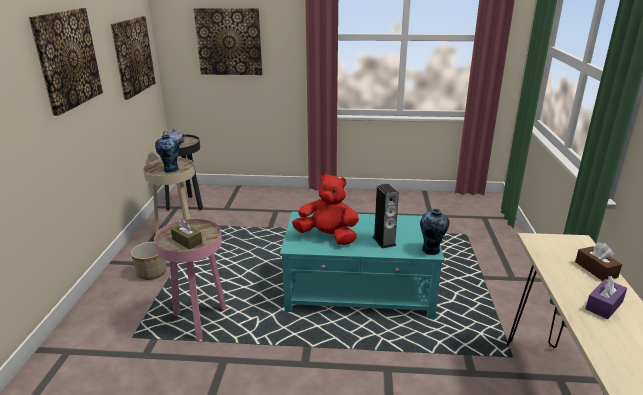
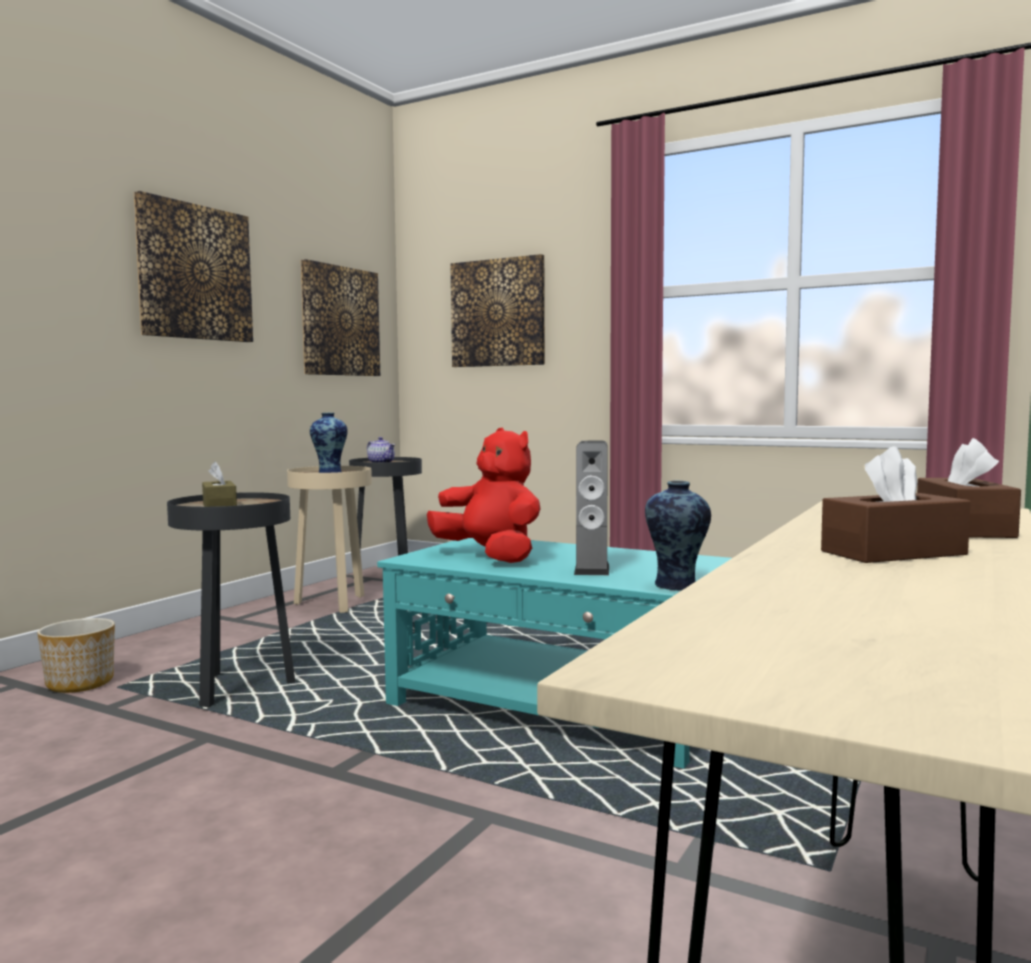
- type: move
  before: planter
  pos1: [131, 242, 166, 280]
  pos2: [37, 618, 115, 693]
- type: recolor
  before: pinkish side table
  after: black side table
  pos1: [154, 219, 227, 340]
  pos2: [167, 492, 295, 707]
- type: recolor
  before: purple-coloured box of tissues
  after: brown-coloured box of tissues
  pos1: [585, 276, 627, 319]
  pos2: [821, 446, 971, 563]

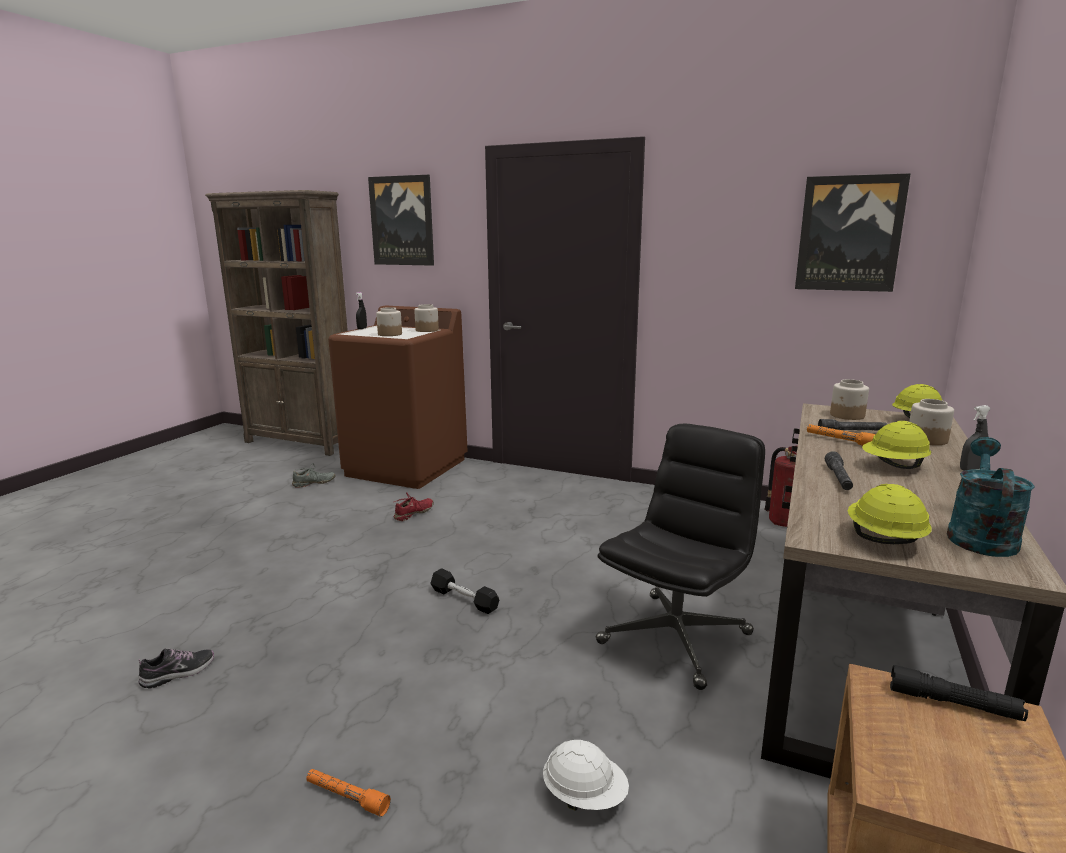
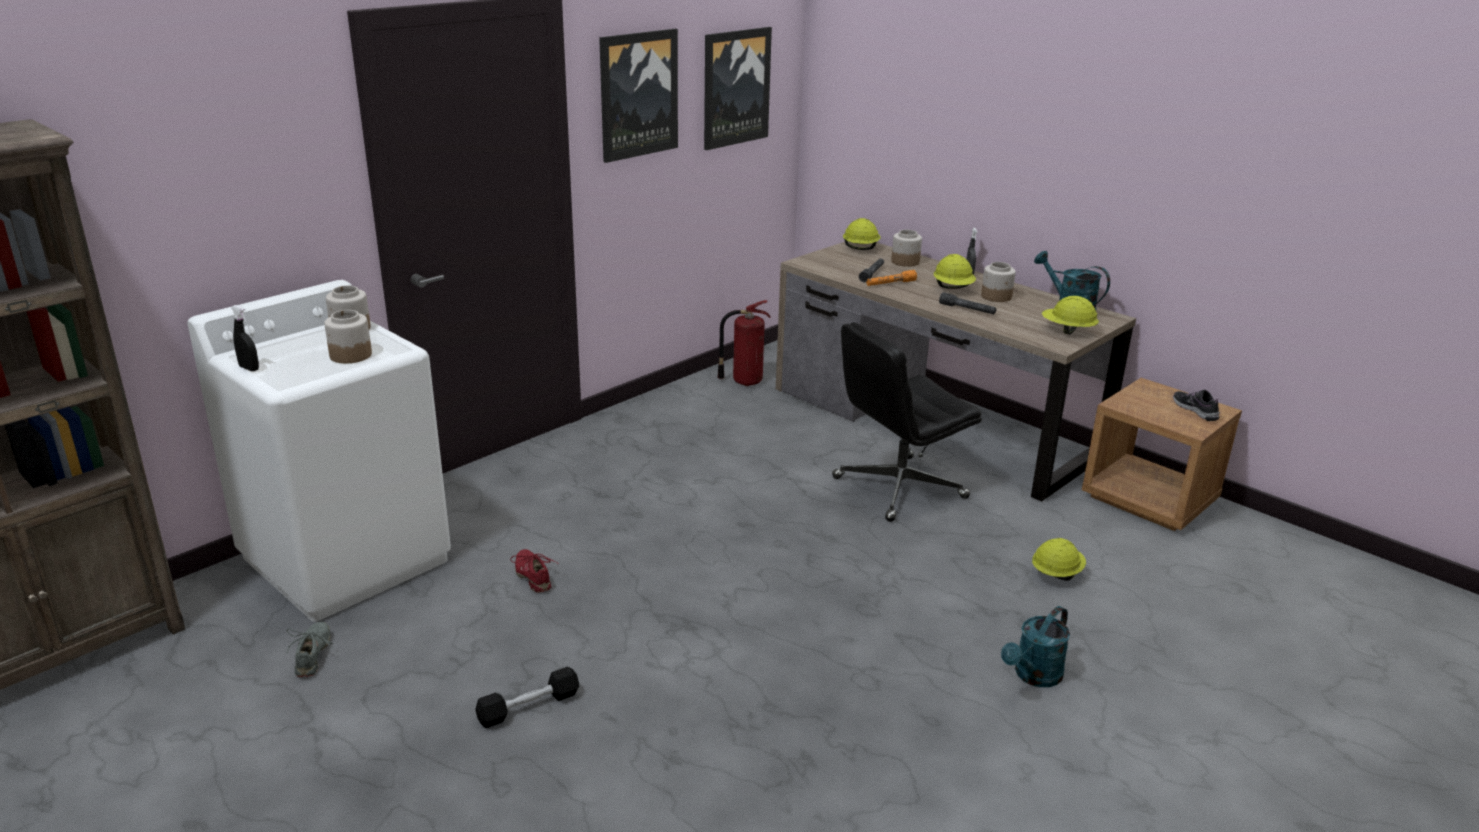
- type: delete
  before: black torch
  pos1: [890, 665, 1028, 721]
- type: move
  before: shoe
  pos1: [138, 648, 214, 688]
  pos2: [1173, 390, 1220, 421]
- type: move
  before: picture
  pos1: [368, 175, 434, 266]
  pos2: [599, 29, 678, 163]
- type: move
  before: black dumbbell
  pos1: [430, 568, 499, 614]
  pos2: [475, 667, 579, 728]
- type: move
  before: storage jar
  pos1: [830, 379, 869, 420]
  pos2: [981, 262, 1016, 302]
- type: replace
  before: orange-coloured torch
  after: blue-green sprinkling can
  pos1: [306, 769, 391, 817]
  pos2: [1001, 606, 1070, 687]
- type: recolor
  before: brown-coloured washing machine
  after: white-coloured washing machine
  pos1: [328, 305, 468, 489]
  pos2: [187, 280, 451, 622]
- type: recolor
  before: white-coloured safety helmet
  after: yellow-coloured safety helmet
  pos1: [543, 740, 629, 811]
  pos2: [1032, 538, 1086, 581]
- type: rotate
  before: black desk chair
  pos1: [596, 424, 765, 690]
  pos2: [832, 322, 982, 522]
  turn: -90

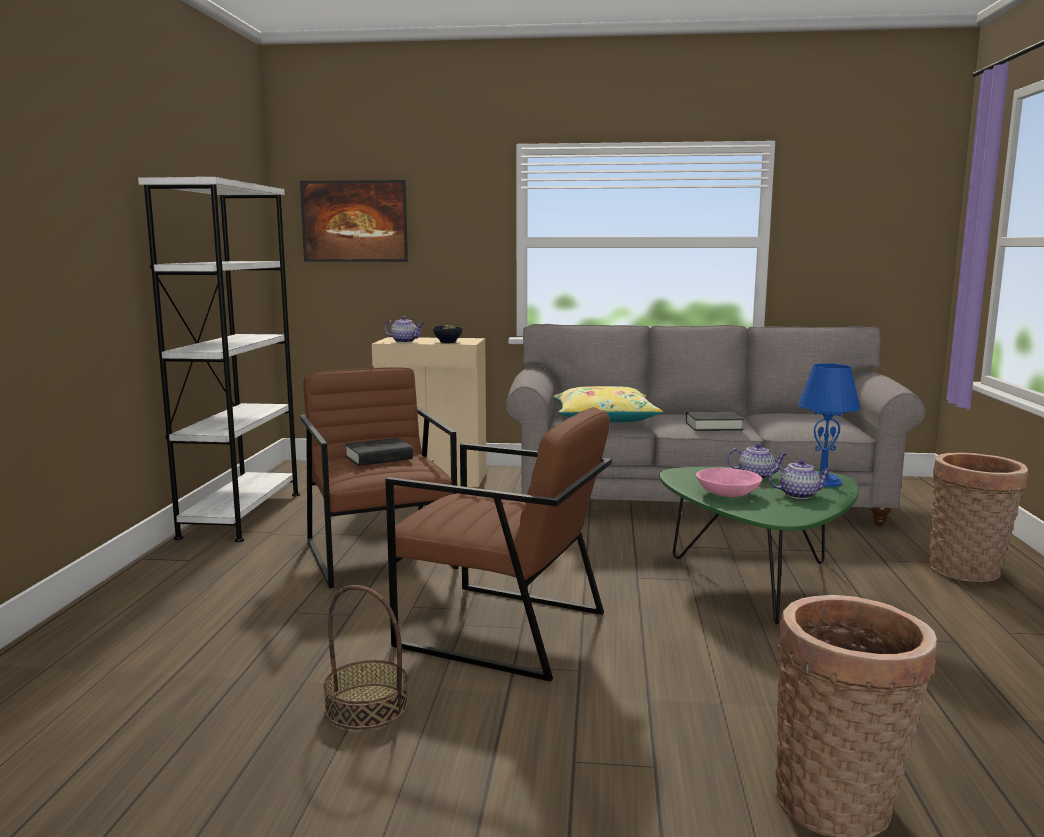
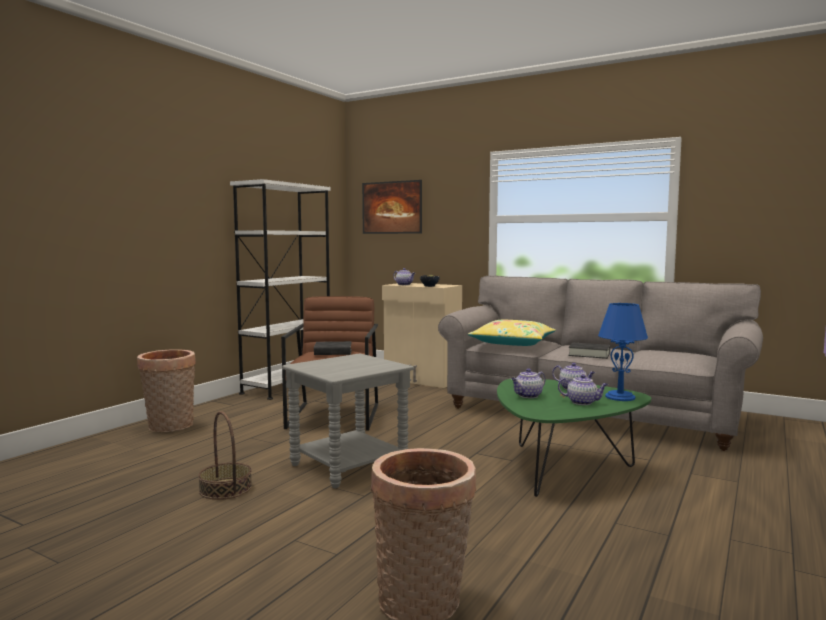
- type: move
  before: basket
  pos1: [929, 453, 1028, 582]
  pos2: [137, 349, 196, 432]
- type: replace
  before: brown-coloured easy chair
  after: greyish side table
  pos1: [385, 407, 612, 682]
  pos2: [282, 354, 414, 489]
- type: replace
  before: pinkish serving bowl
  after: tea pot
  pos1: [696, 468, 762, 497]
  pos2: [511, 369, 546, 398]

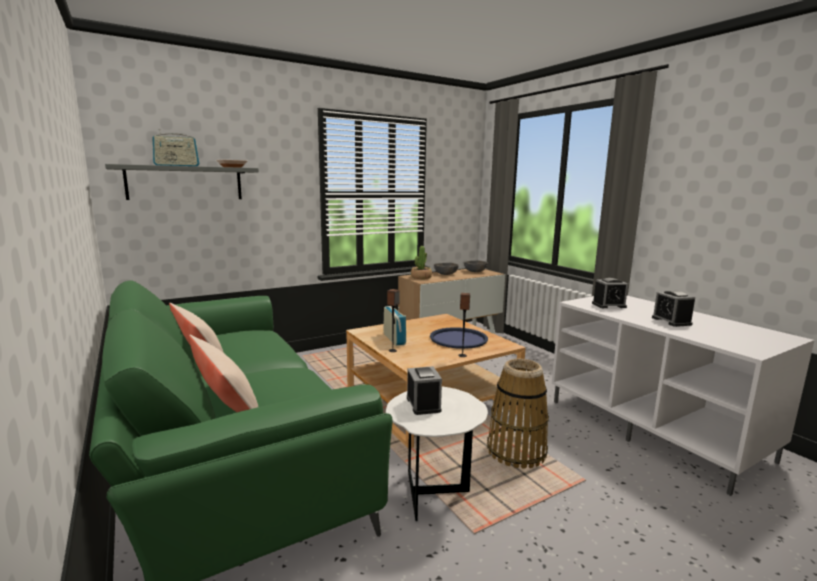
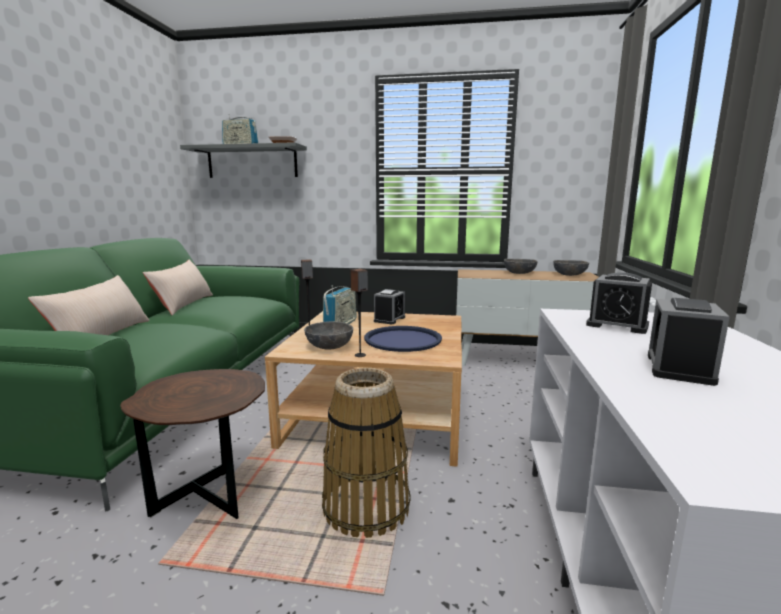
- type: delete
  before: plant in a pot
  pos1: [411, 246, 432, 279]
- type: insert
  after: greyish serving bowl
  pos2: [304, 321, 353, 350]
- type: move
  before: alarm clock
  pos1: [407, 366, 442, 415]
  pos2: [374, 289, 405, 324]
- type: recolor
  before: white-coloured side table
  after: brown-coloured side table
  pos1: [386, 386, 488, 521]
  pos2: [120, 369, 265, 519]

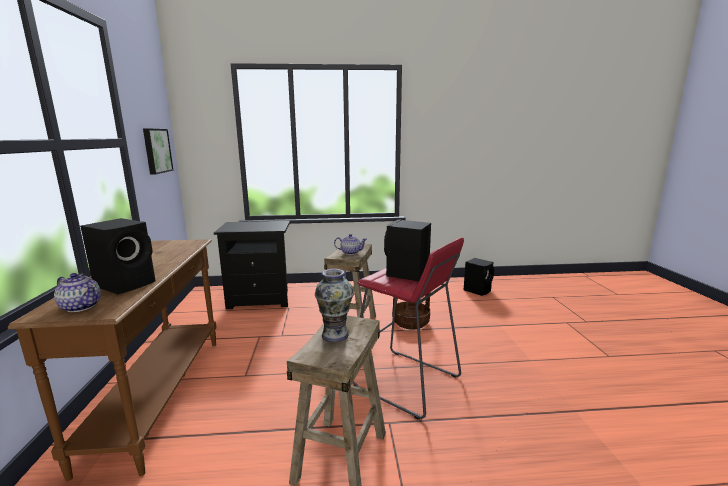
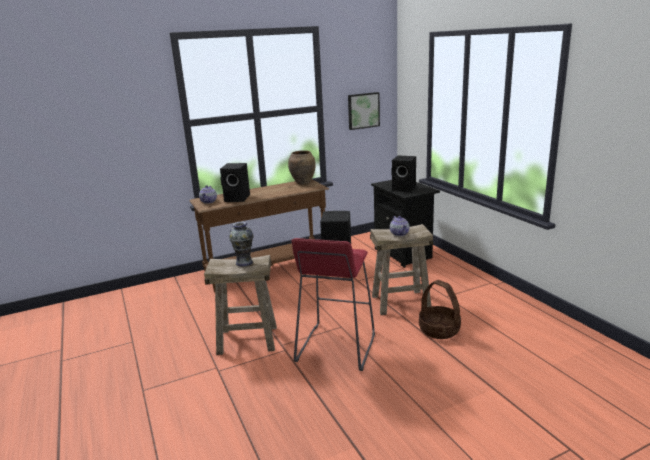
- type: insert
  after: brown-coloured flower vase
  pos2: [288, 150, 316, 184]
- type: move
  before: black loudspeaker
  pos1: [464, 258, 494, 296]
  pos2: [391, 156, 416, 192]

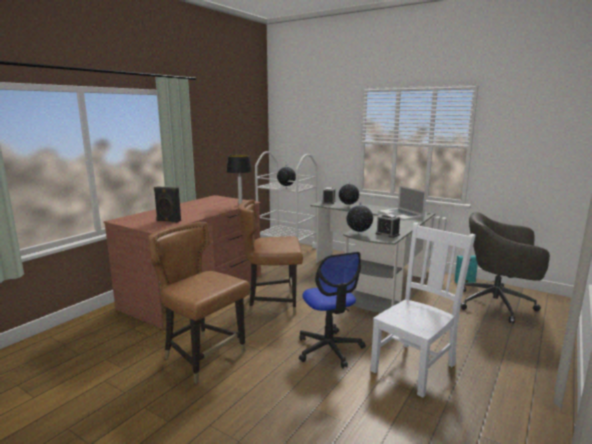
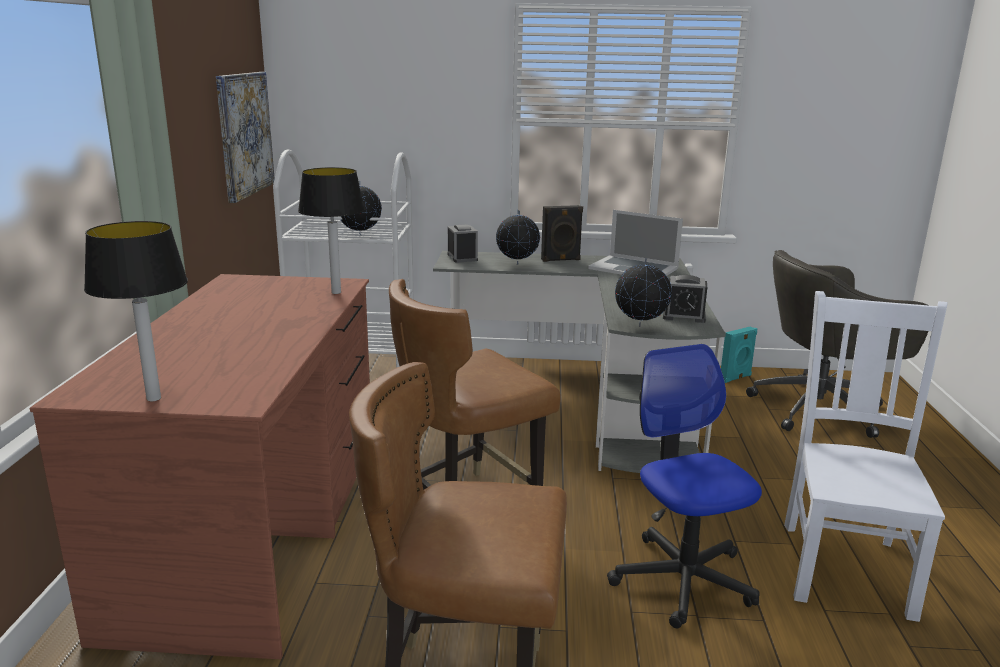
- type: insert
  after: table lamp
  pos2: [84, 221, 188, 401]
- type: insert
  after: picture
  pos2: [216, 72, 275, 203]
- type: move
  before: black loudspeaker
  pos1: [154, 186, 181, 222]
  pos2: [541, 205, 583, 262]
- type: rotate
  before: desk chair
  pos1: [299, 252, 366, 368]
  pos2: [607, 344, 762, 628]
  turn: -150

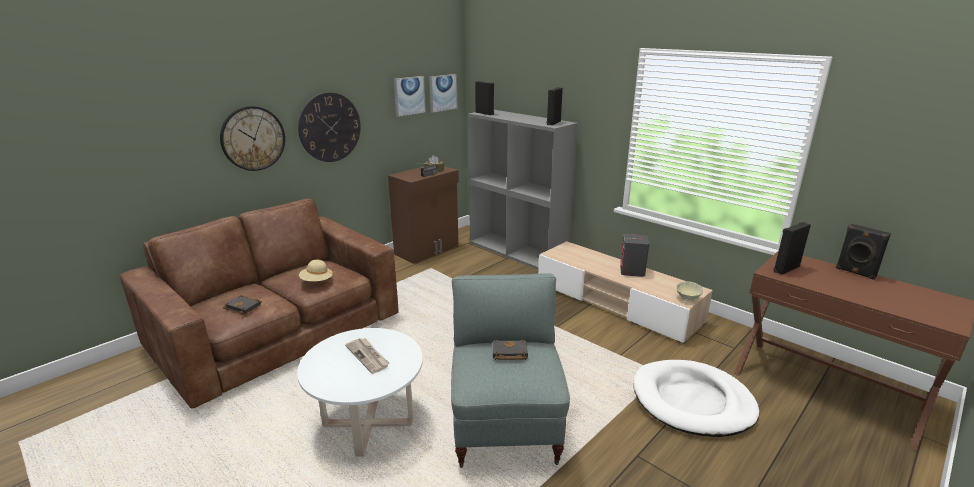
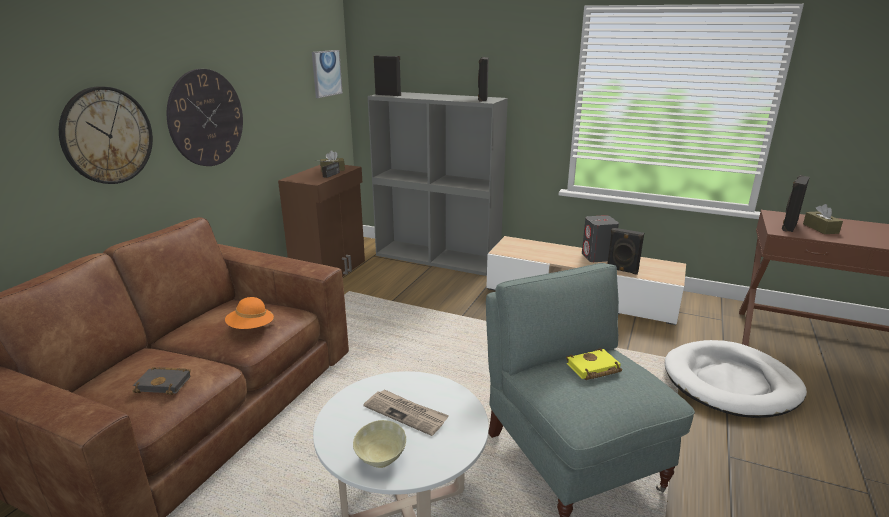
- type: delete
  before: picture
  pos1: [394, 76, 426, 117]
- type: insert
  after: brown-coloured box of tissues
  pos2: [803, 204, 843, 234]
- type: move
  before: beige-coloured serving bowl
  pos1: [676, 281, 703, 302]
  pos2: [353, 420, 406, 468]
- type: move
  before: black loudspeaker
  pos1: [836, 224, 891, 280]
  pos2: [607, 228, 644, 275]
- type: recolor
  before: beige-coloured clothing hat
  after: orange-coloured clothing hat
  pos1: [299, 260, 334, 281]
  pos2: [225, 297, 275, 329]
- type: recolor
  before: black volume
  after: yellow-coloured volume
  pos1: [493, 340, 528, 360]
  pos2: [566, 348, 622, 380]

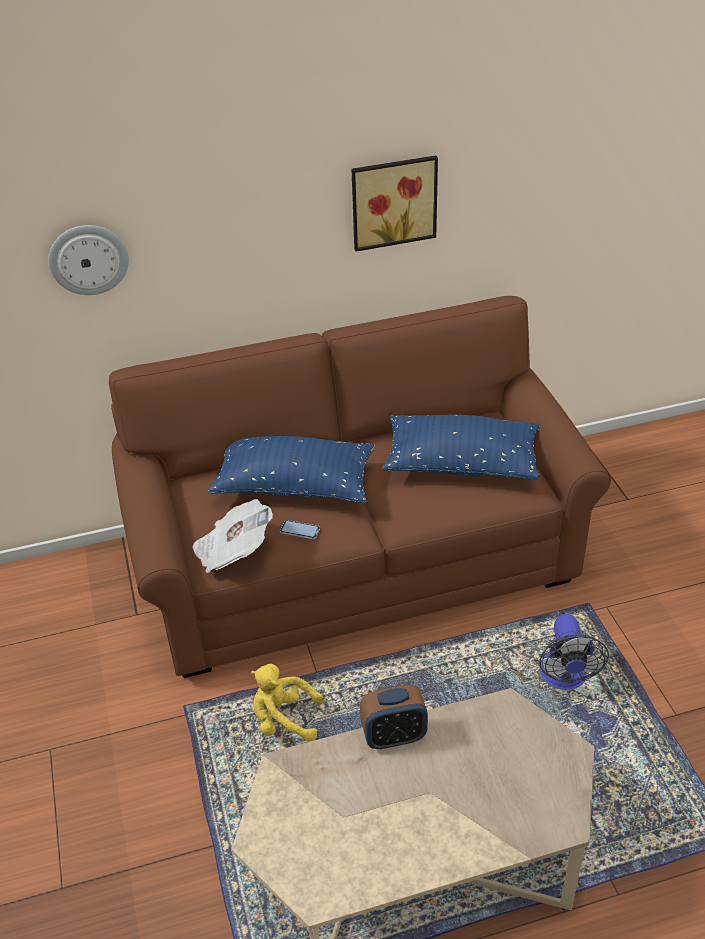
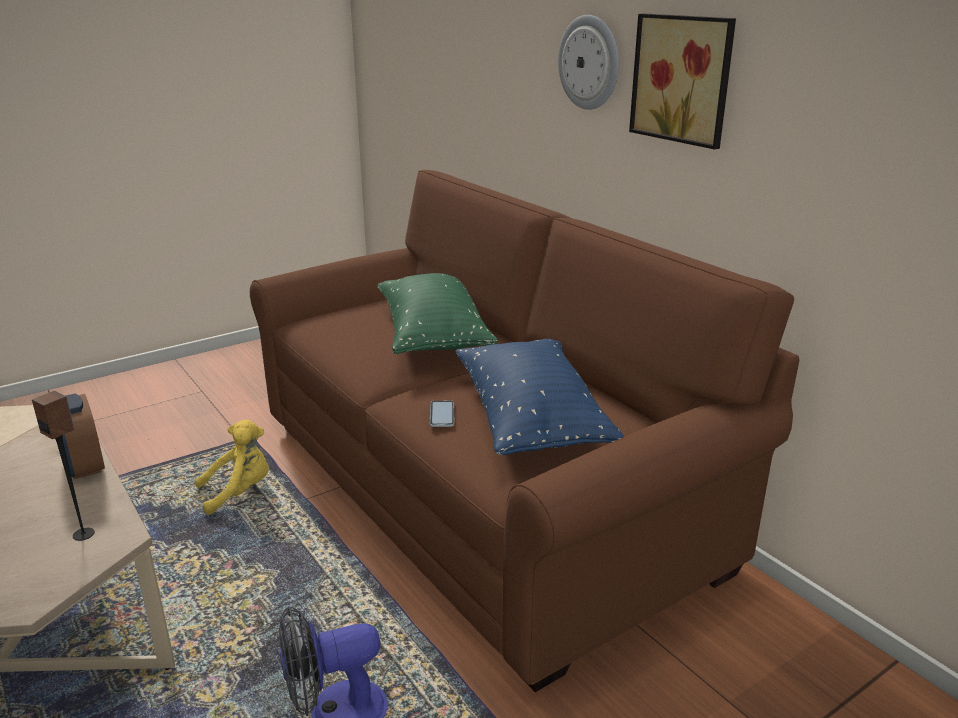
- type: delete
  before: printed paper
  pos1: [192, 499, 273, 573]
- type: insert
  after: loudspeaker
  pos2: [32, 391, 95, 541]
- type: move
  before: clock on the wall
  pos1: [48, 225, 129, 295]
  pos2: [558, 15, 619, 110]
- type: move
  before: telephone
  pos1: [280, 520, 320, 539]
  pos2: [430, 401, 454, 427]
- type: recolor
  before: blue-coloured pillow
  after: green pillow
  pos1: [208, 436, 375, 503]
  pos2: [378, 273, 498, 354]
- type: rotate
  before: yellow-coloured plush toy
  pos1: [251, 664, 323, 742]
  pos2: [195, 419, 269, 515]
  turn: 75

